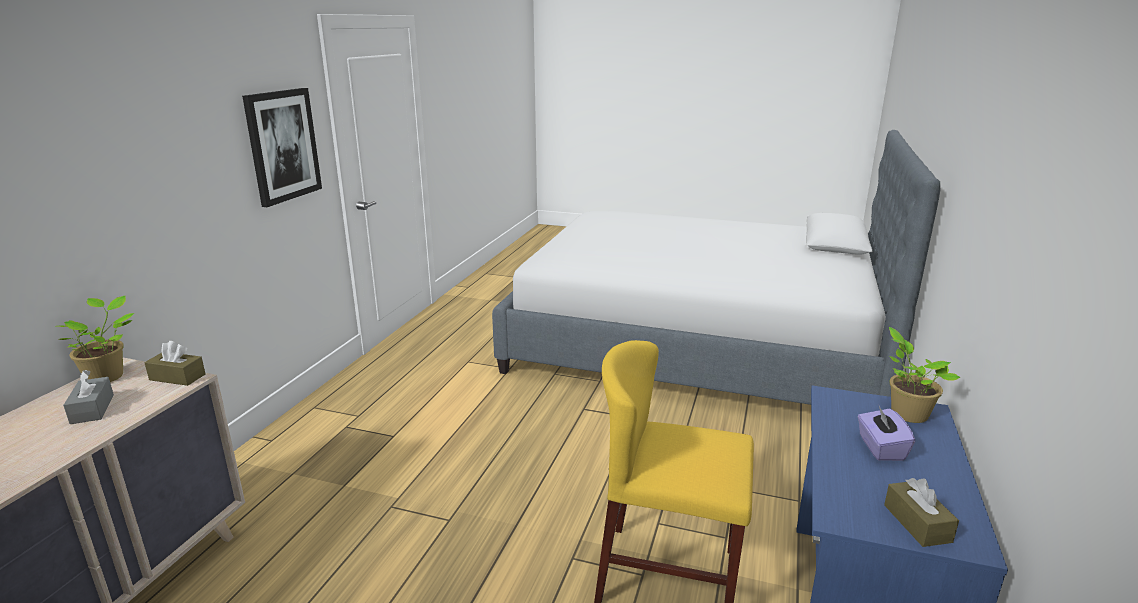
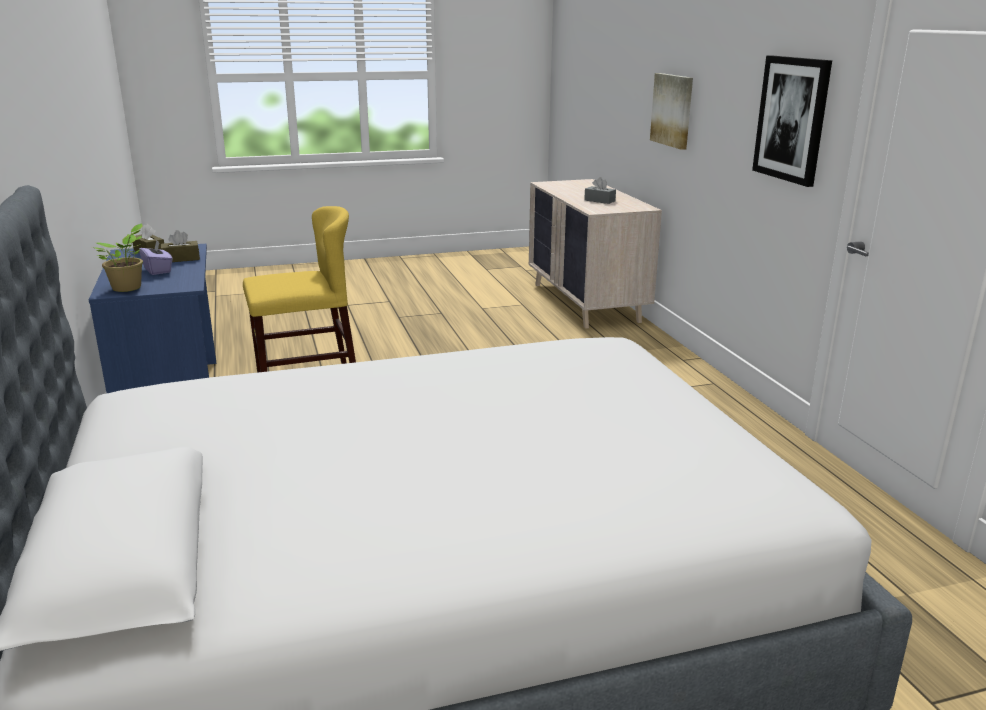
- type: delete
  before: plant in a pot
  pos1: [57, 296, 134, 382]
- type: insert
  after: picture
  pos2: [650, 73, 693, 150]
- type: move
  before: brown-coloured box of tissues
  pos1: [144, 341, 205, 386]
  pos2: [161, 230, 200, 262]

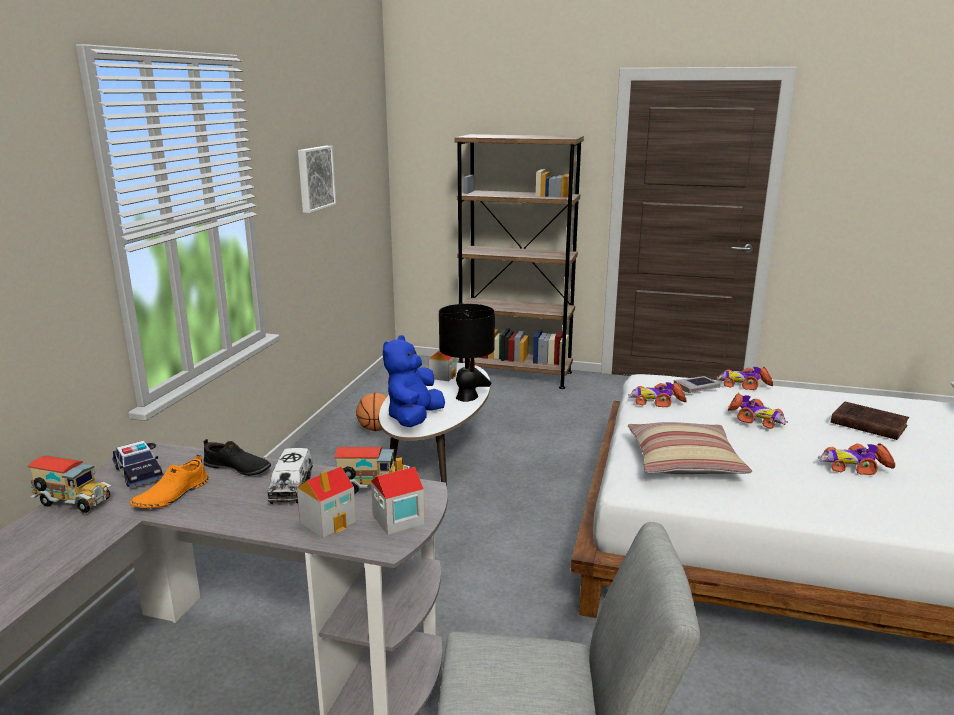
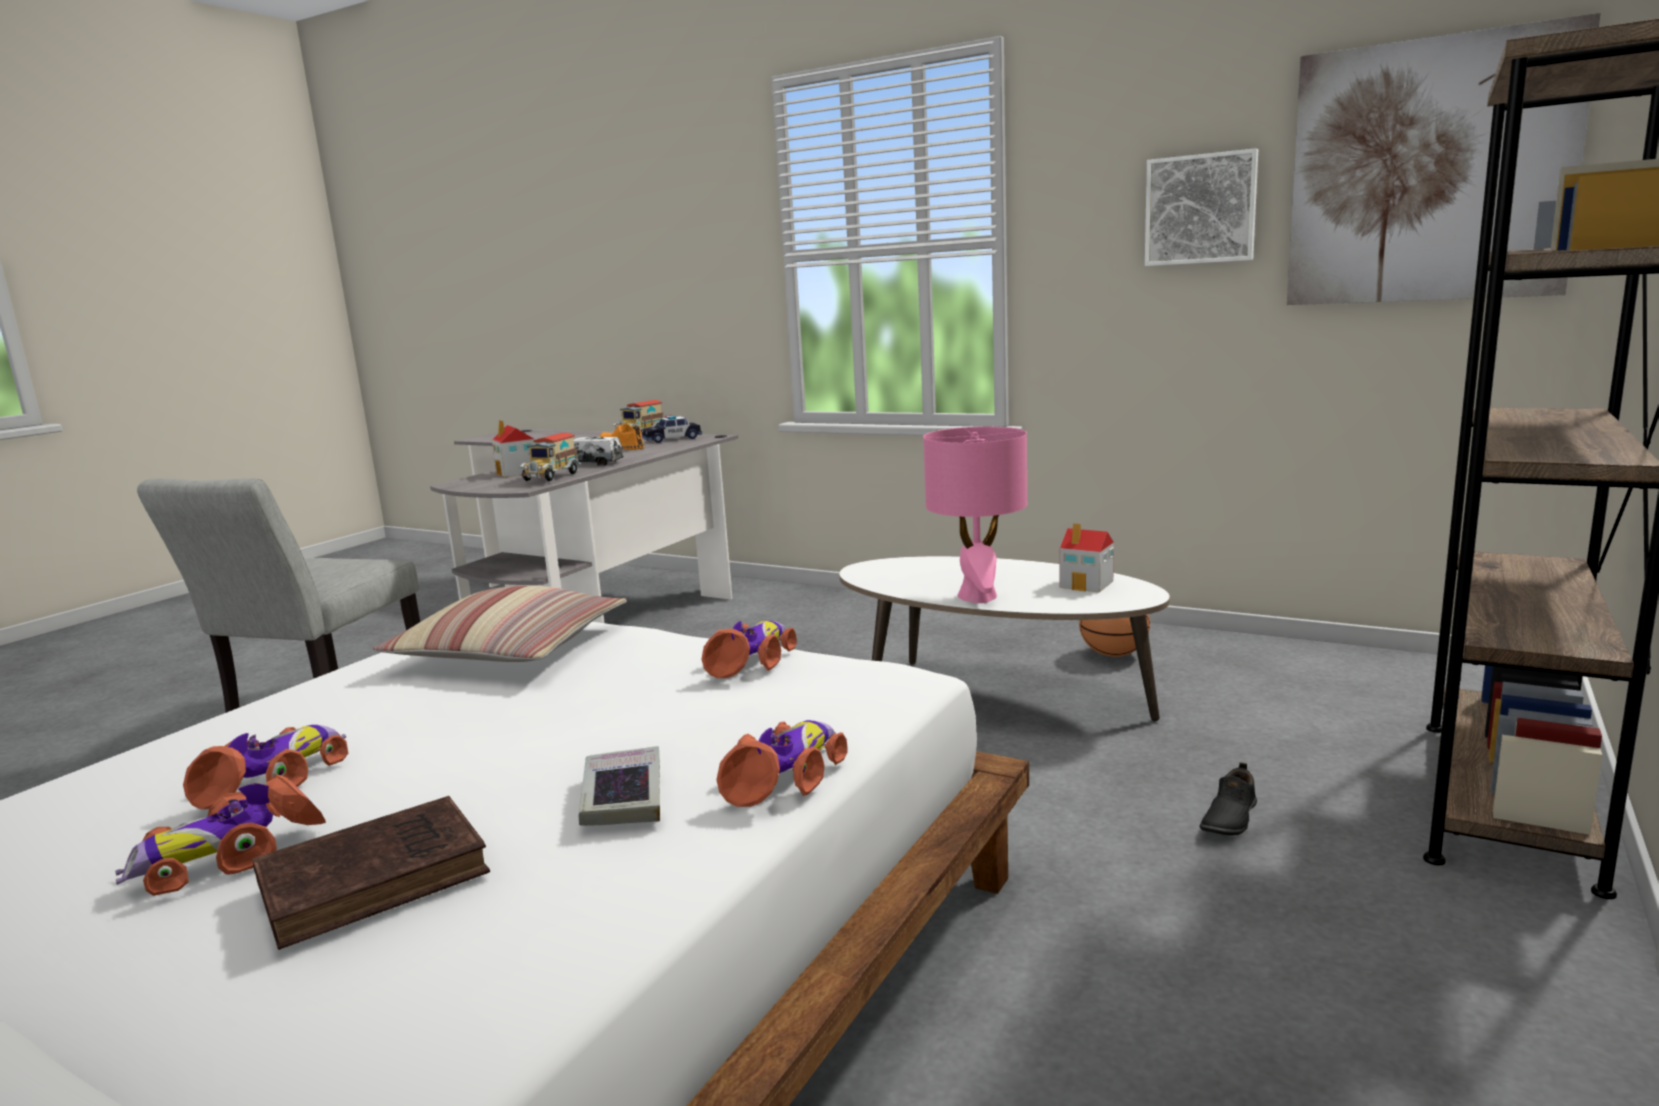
- type: delete
  before: miniature house
  pos1: [371, 457, 425, 535]
- type: delete
  before: blue-coloured plush toy
  pos1: [383, 335, 445, 427]
- type: insert
  after: picture
  pos2: [1287, 13, 1601, 305]
- type: move
  before: black shoe
  pos1: [203, 439, 271, 476]
  pos2: [1199, 762, 1257, 835]
- type: move
  before: volume
  pos1: [674, 376, 721, 393]
  pos2: [579, 746, 660, 826]
- type: move
  before: toy car
  pos1: [728, 393, 788, 429]
  pos2: [115, 774, 326, 896]
- type: recolor
  before: black table lamp
  after: pinkish table lamp
  pos1: [439, 304, 495, 402]
  pos2: [923, 427, 1027, 603]

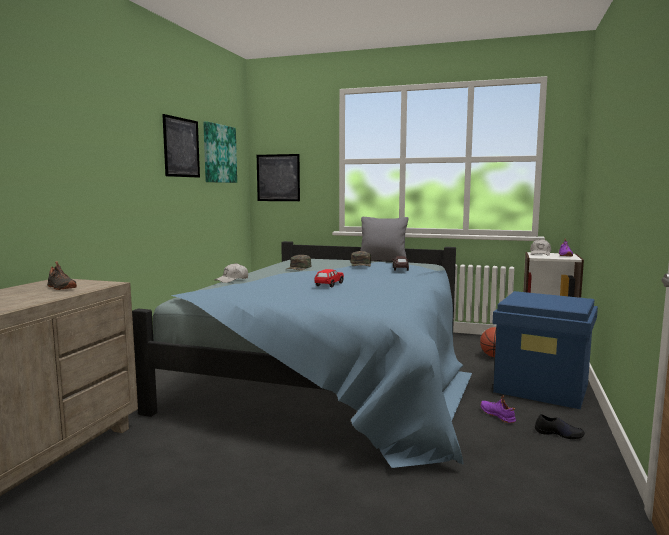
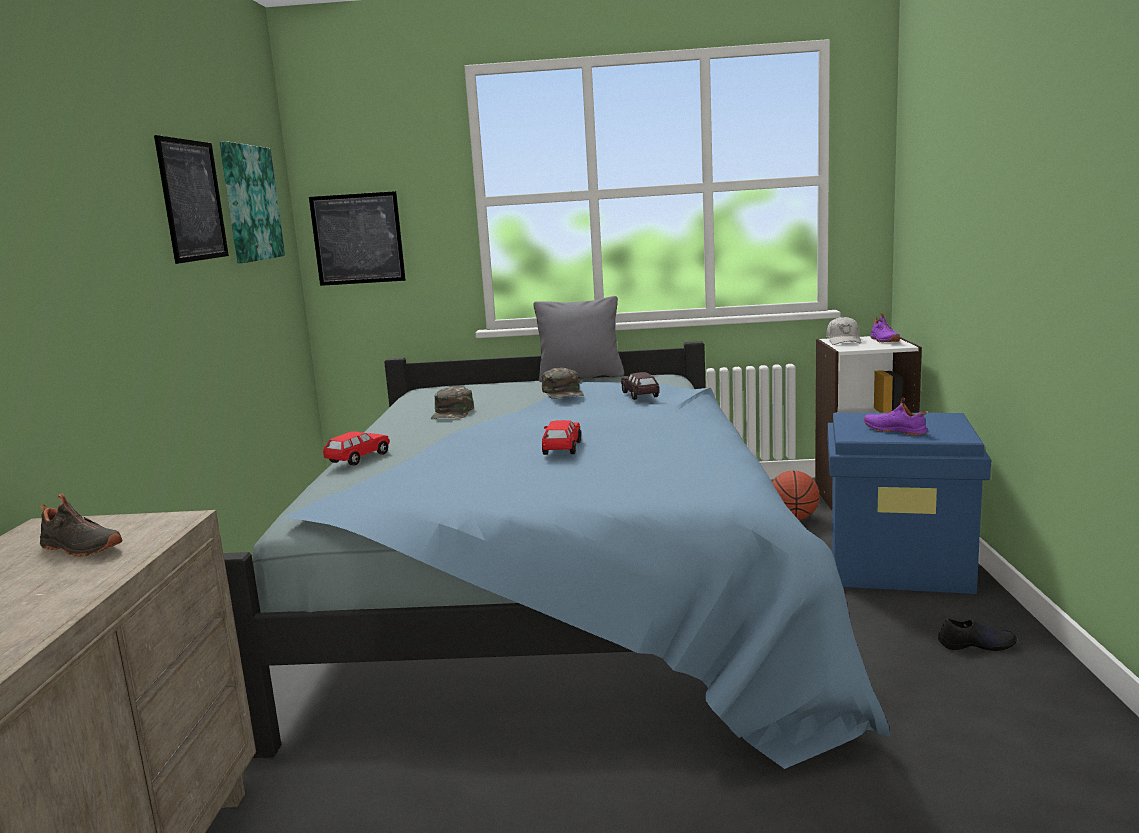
- type: move
  before: purple-coloured shoe
  pos1: [480, 395, 516, 423]
  pos2: [864, 398, 927, 436]
- type: replace
  before: white-coloured cap
  after: reddish toy car
  pos1: [215, 263, 248, 283]
  pos2: [323, 431, 390, 466]

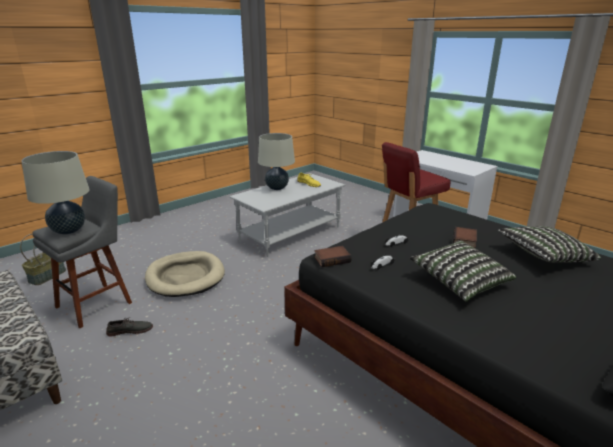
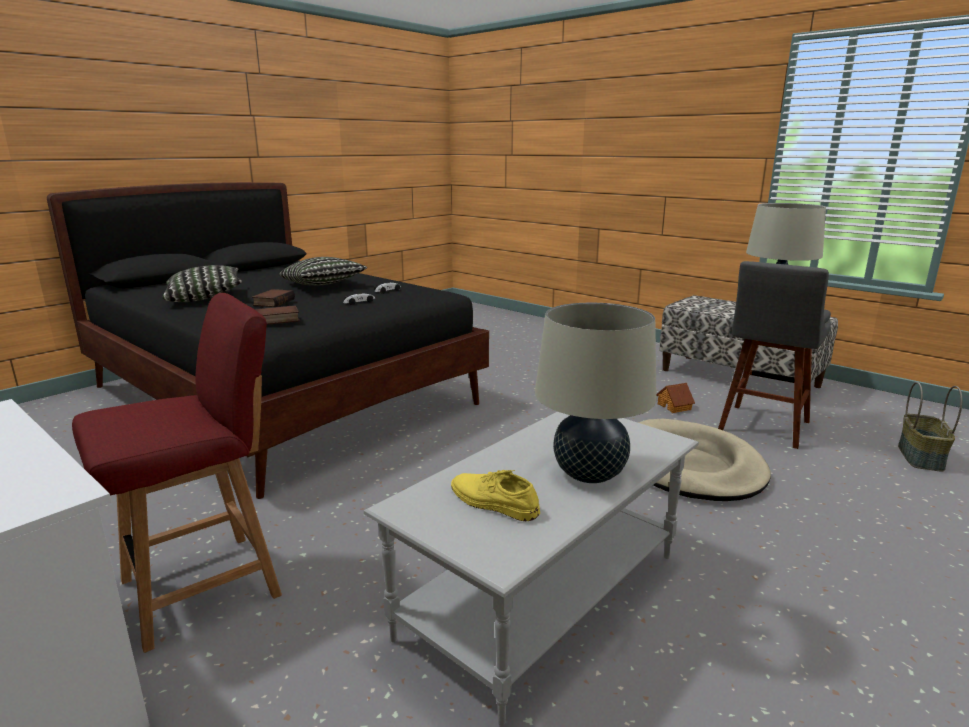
- type: move
  before: volume
  pos1: [314, 246, 351, 267]
  pos2: [255, 305, 300, 325]
- type: replace
  before: greyish shoe
  after: miniature house
  pos1: [106, 317, 153, 337]
  pos2: [656, 383, 695, 413]

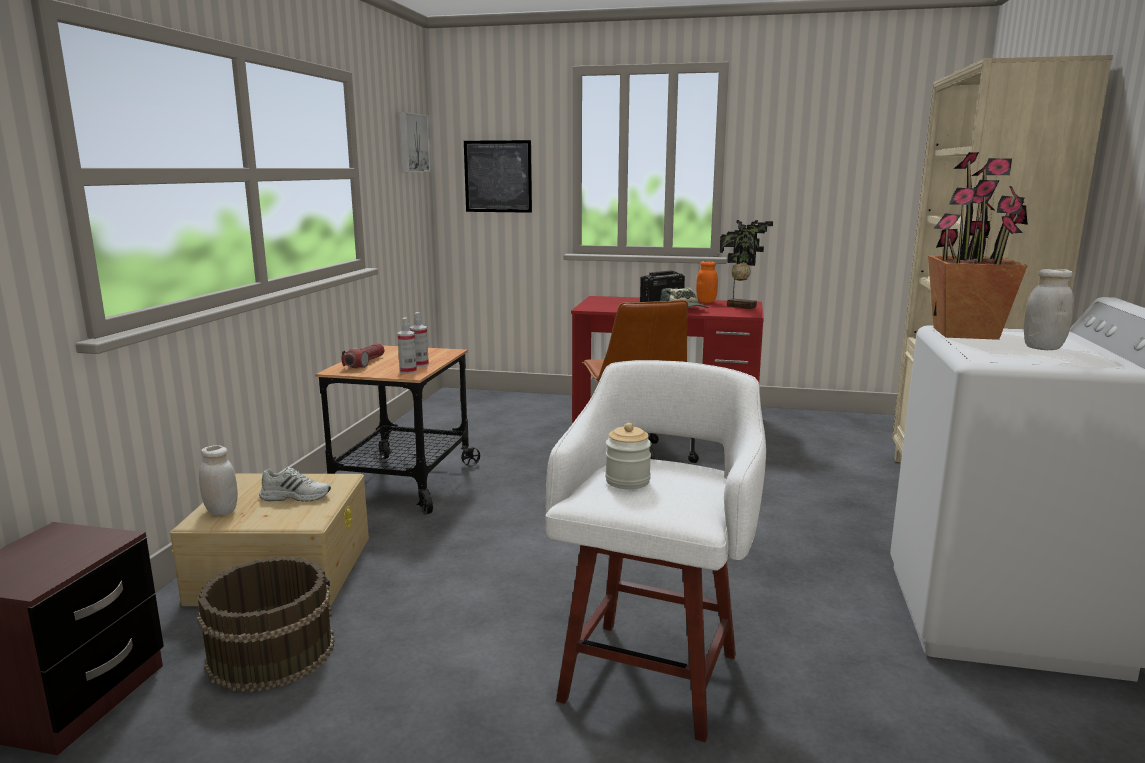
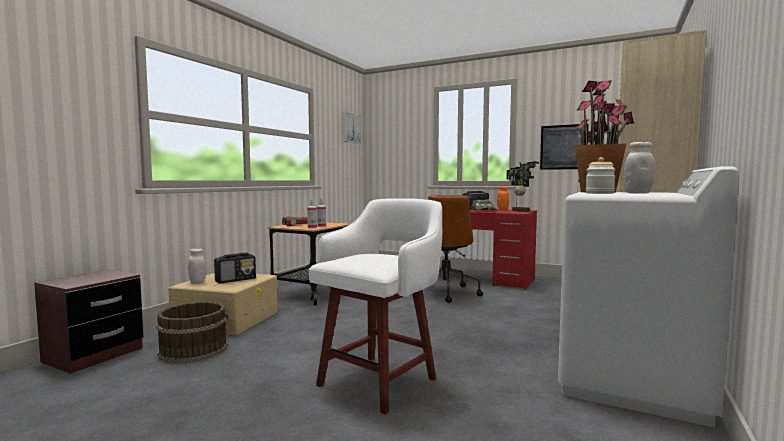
- type: move
  before: picture
  pos1: [464, 140, 532, 213]
  pos2: [540, 124, 589, 170]
- type: move
  before: storage jar
  pos1: [605, 423, 652, 489]
  pos2: [585, 157, 616, 194]
- type: replace
  before: white-coloured shoe
  after: radio receiver
  pos1: [259, 467, 331, 502]
  pos2: [214, 252, 256, 283]

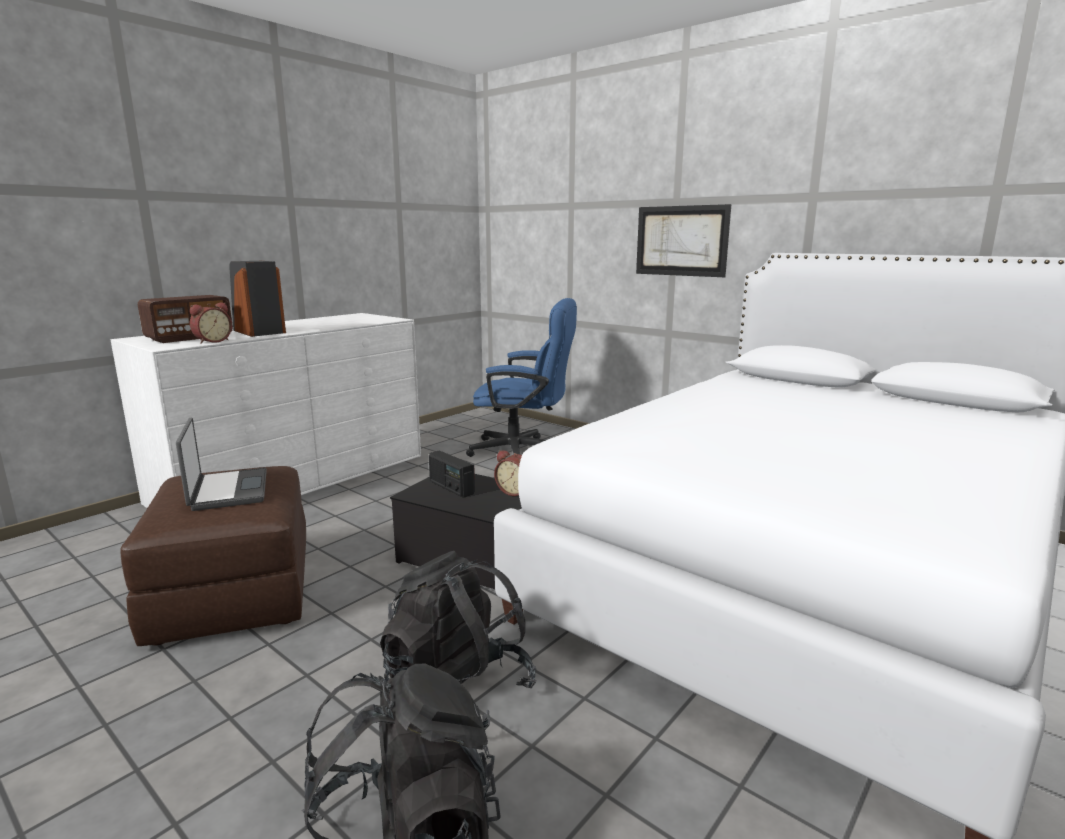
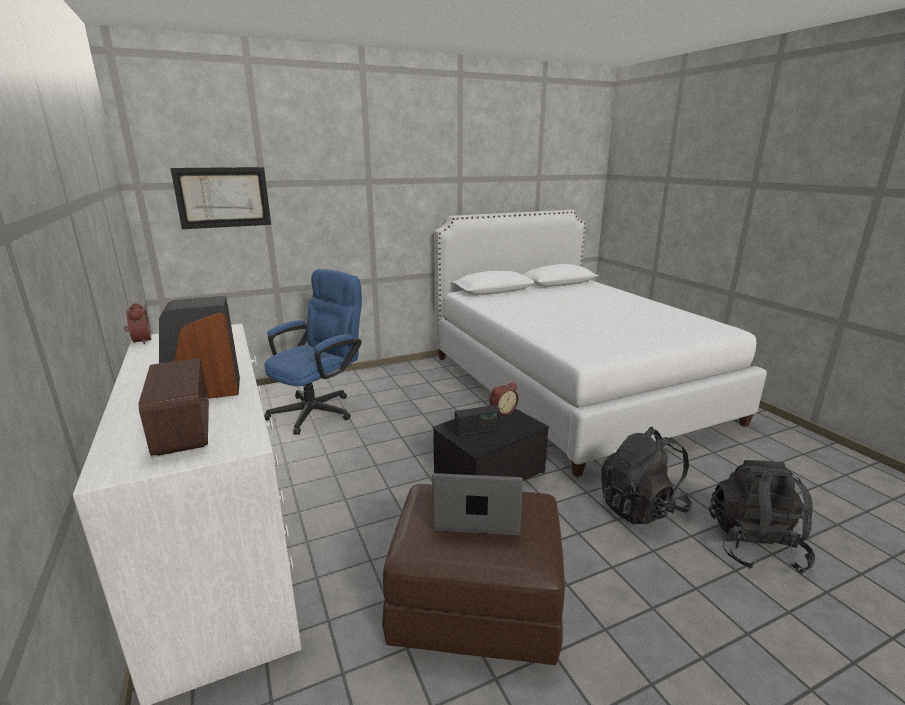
- type: move
  before: alarm clock
  pos1: [190, 302, 232, 344]
  pos2: [124, 303, 151, 344]
- type: move
  before: picture
  pos1: [636, 204, 731, 277]
  pos2: [170, 167, 271, 229]

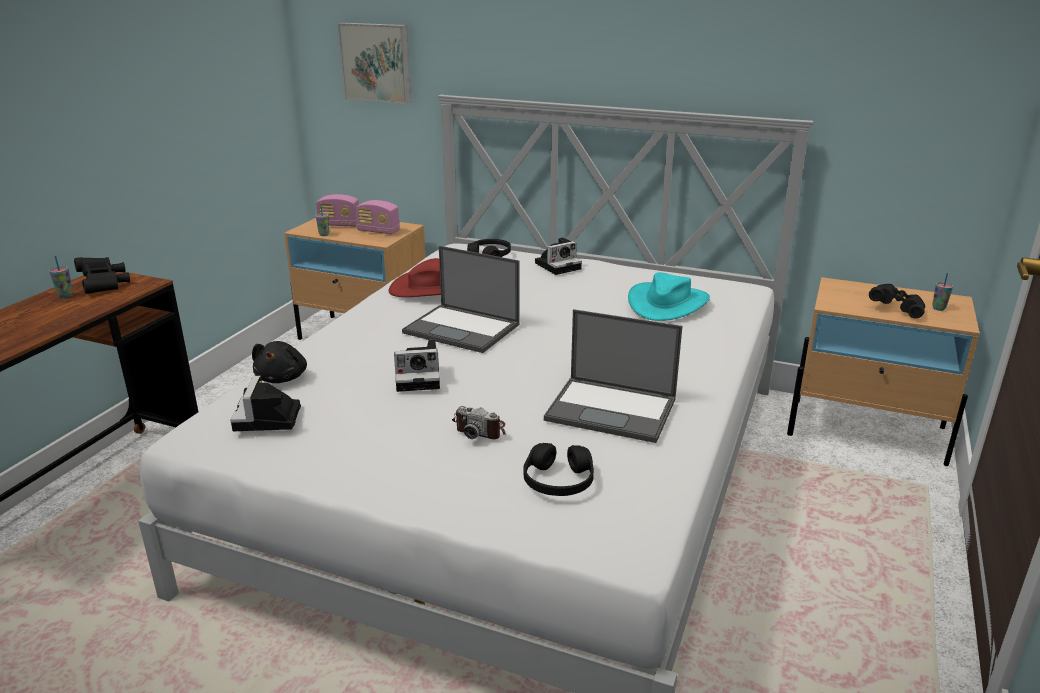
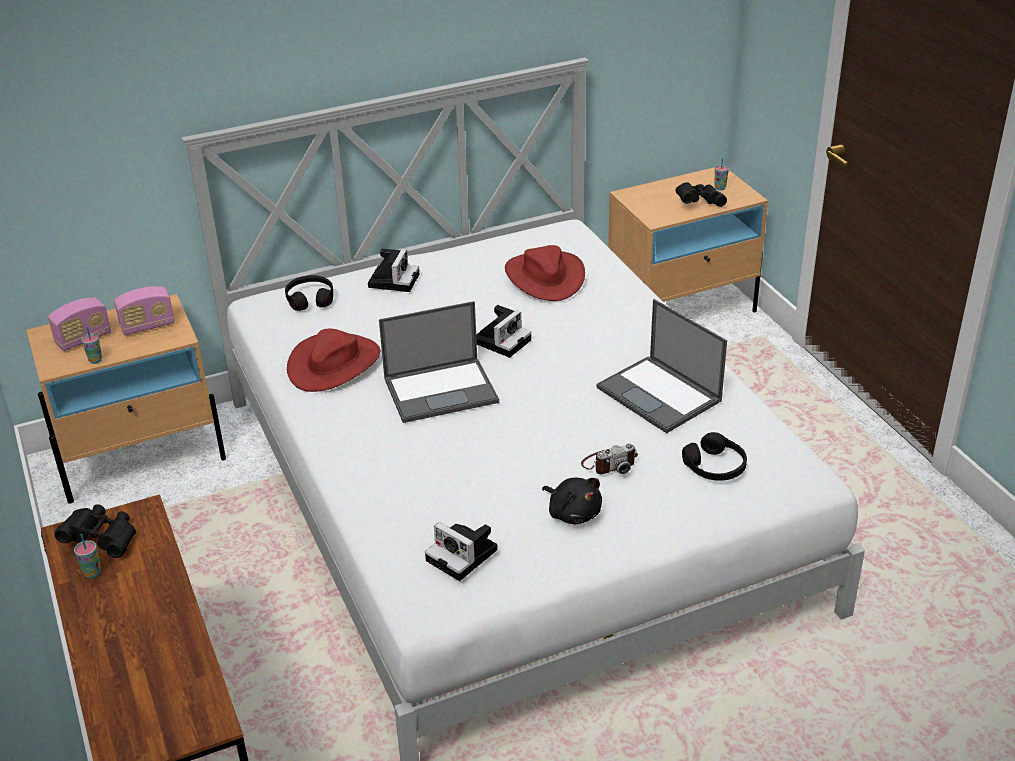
- type: delete
  before: picture
  pos1: [338, 23, 411, 104]
- type: move
  before: black plush toy
  pos1: [252, 341, 307, 383]
  pos2: [542, 478, 602, 524]
- type: move
  before: still camera
  pos1: [394, 339, 440, 392]
  pos2: [476, 305, 531, 358]
- type: recolor
  before: blue-green clothing hat
  after: reddish clothing hat
  pos1: [628, 272, 710, 321]
  pos2: [505, 245, 585, 301]
- type: rotate
  before: notebook computer
  pos1: [544, 309, 682, 443]
  pos2: [597, 299, 727, 433]
  turn: 75

